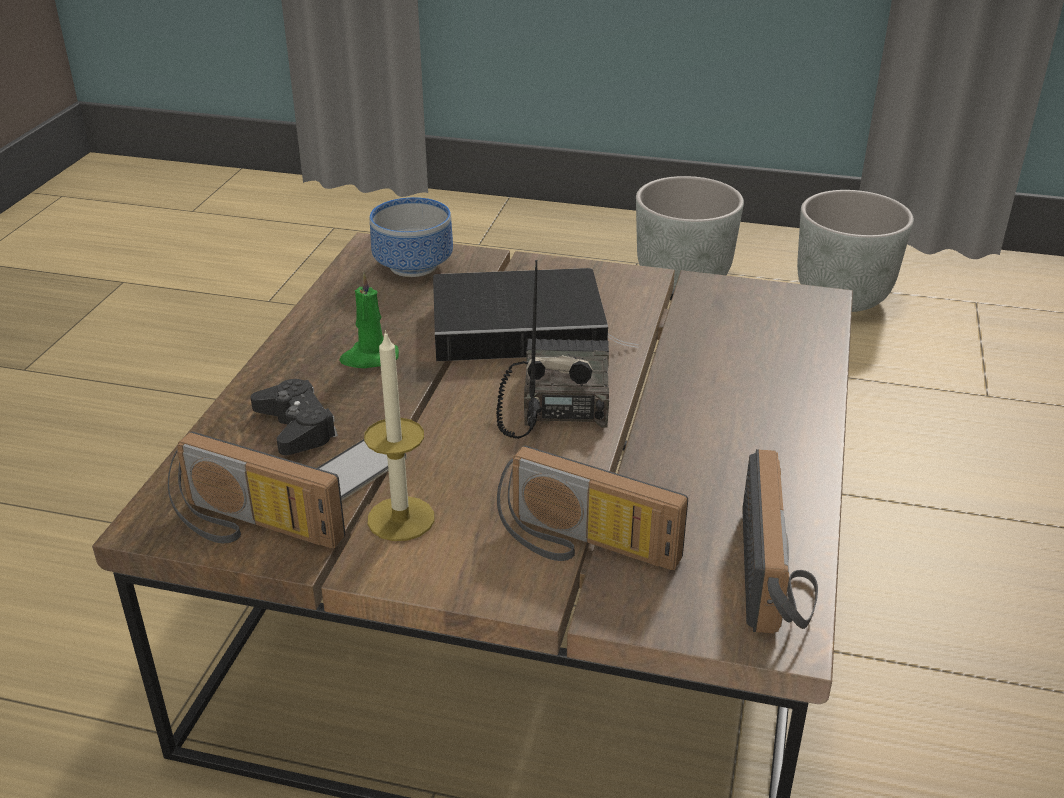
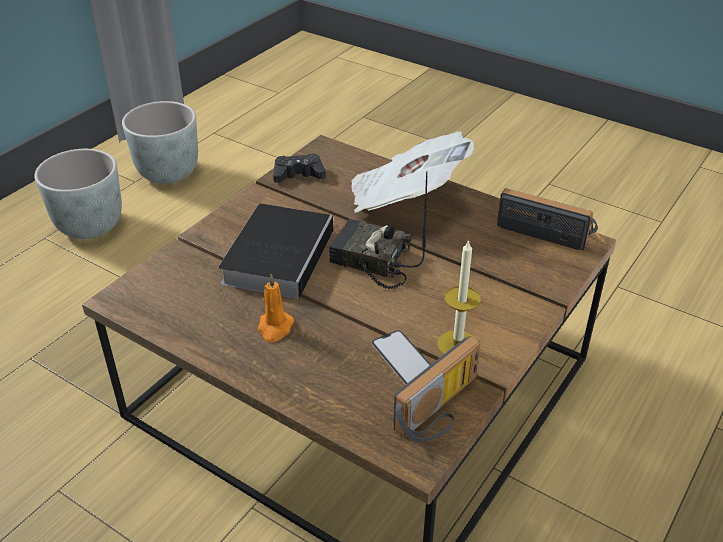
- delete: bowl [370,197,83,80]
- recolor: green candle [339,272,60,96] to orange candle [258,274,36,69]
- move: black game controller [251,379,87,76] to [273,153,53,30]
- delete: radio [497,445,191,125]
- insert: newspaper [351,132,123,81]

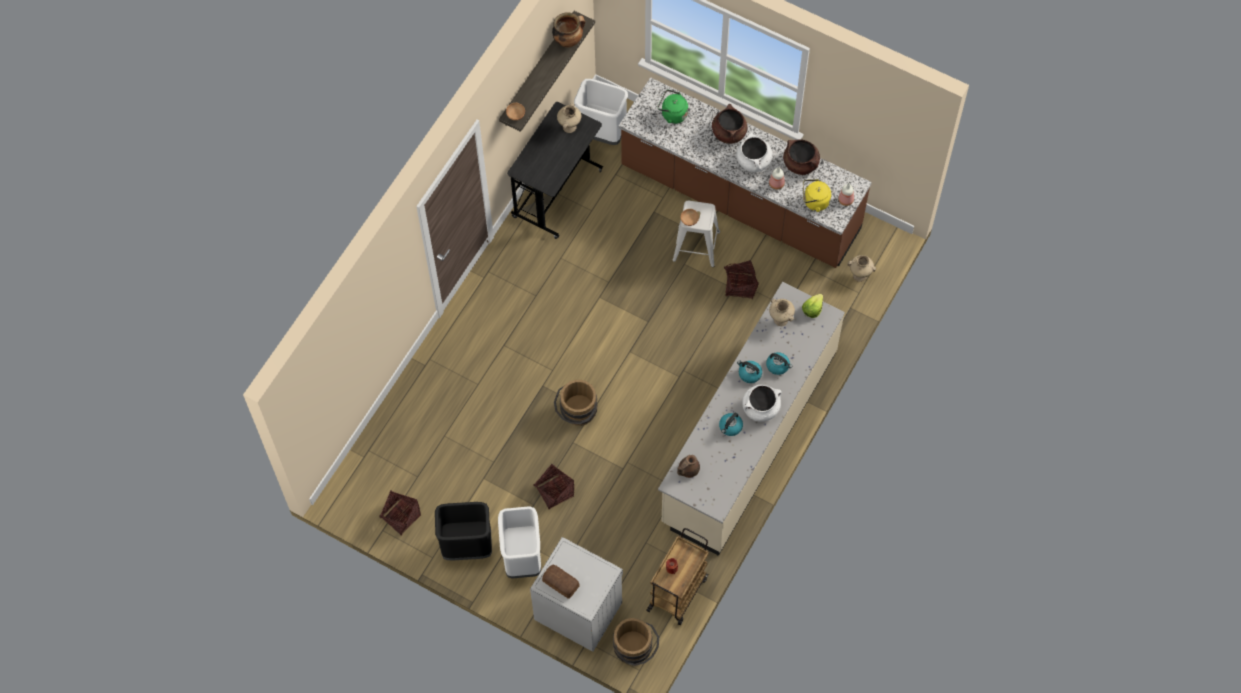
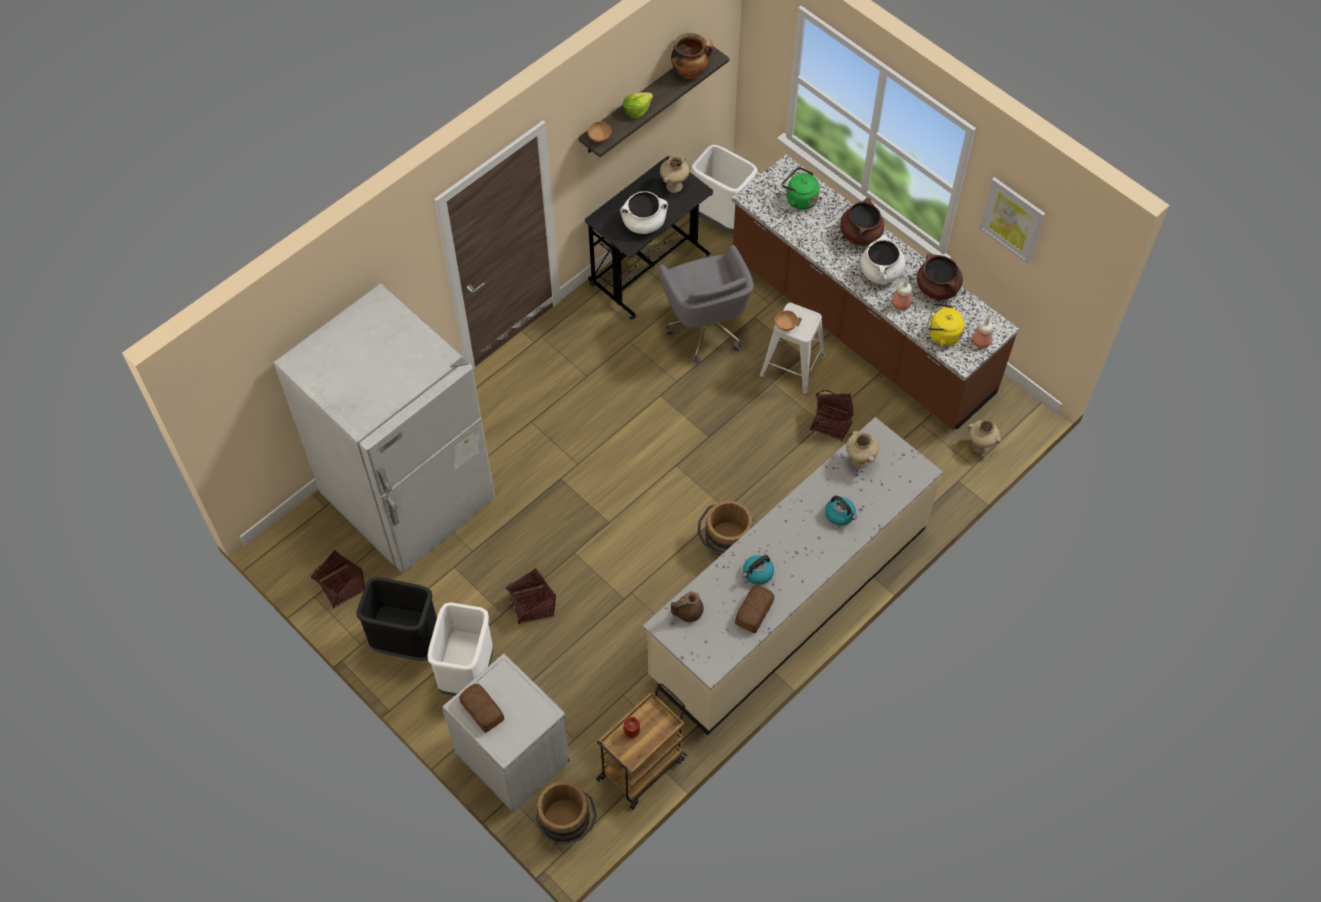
- move: lettuce [802,294,21,24] to [623,92,30,27]
- delete: kettle [737,360,25,23]
- move: brown bucket [554,380,43,46] to [697,501,56,56]
- move: white cooking pot [742,385,40,37] to [620,191,48,43]
- insert: picture [979,177,66,87]
- insert: grey office chair [659,245,95,118]
- insert: white fridge [273,283,222,290]
- insert: bread [735,585,39,48]

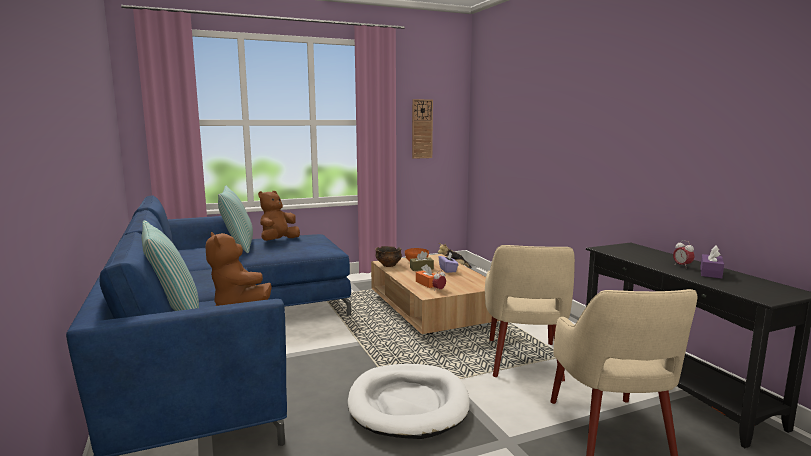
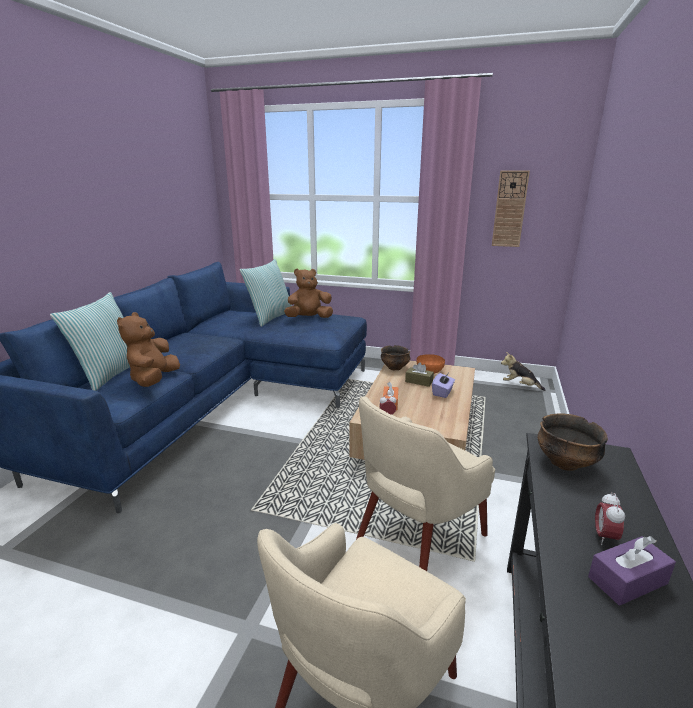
- delete: white dog bed [348,364,122,75]
- insert: bowl [537,413,71,58]

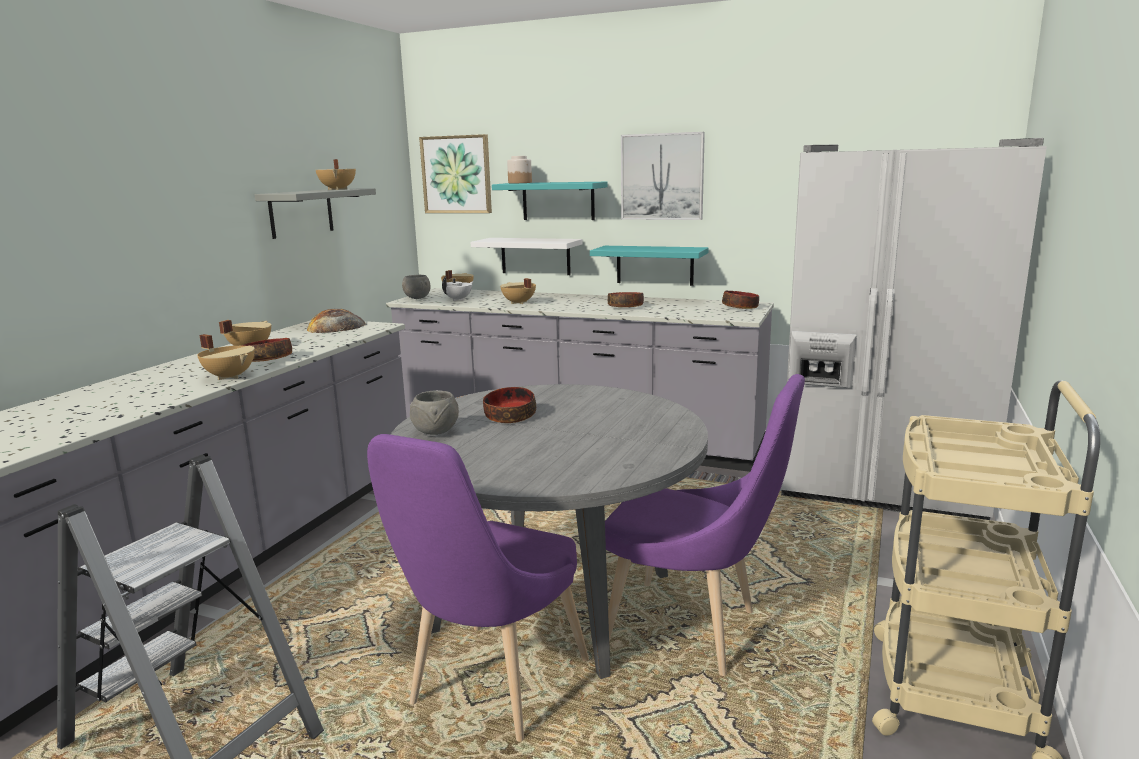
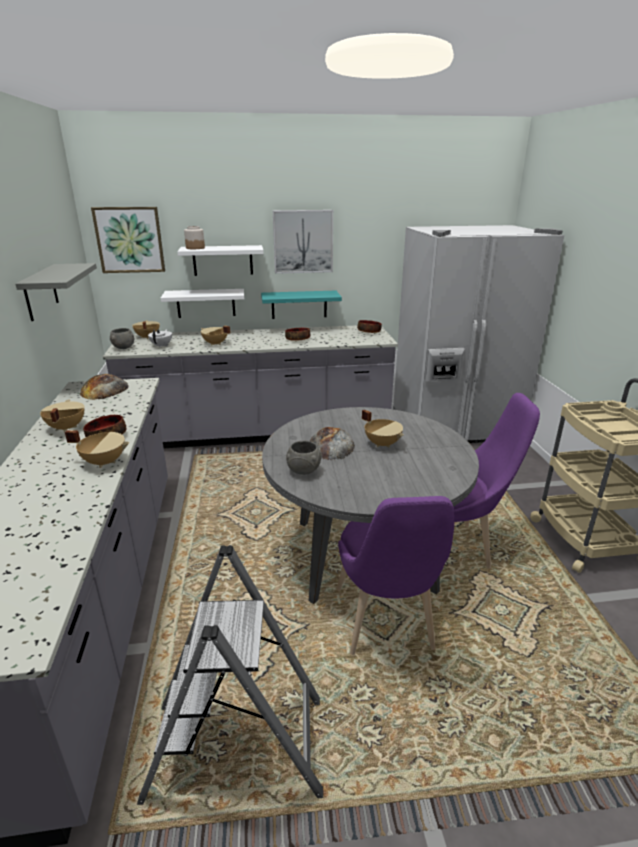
- move: beige cooking pot [316,159,40,31] to [362,410,42,37]
- recolor: turquoise shelf [492,182,116,38] to white shelf [177,245,87,31]
- replace: bowl [483,387,53,36] to bread [310,427,45,33]

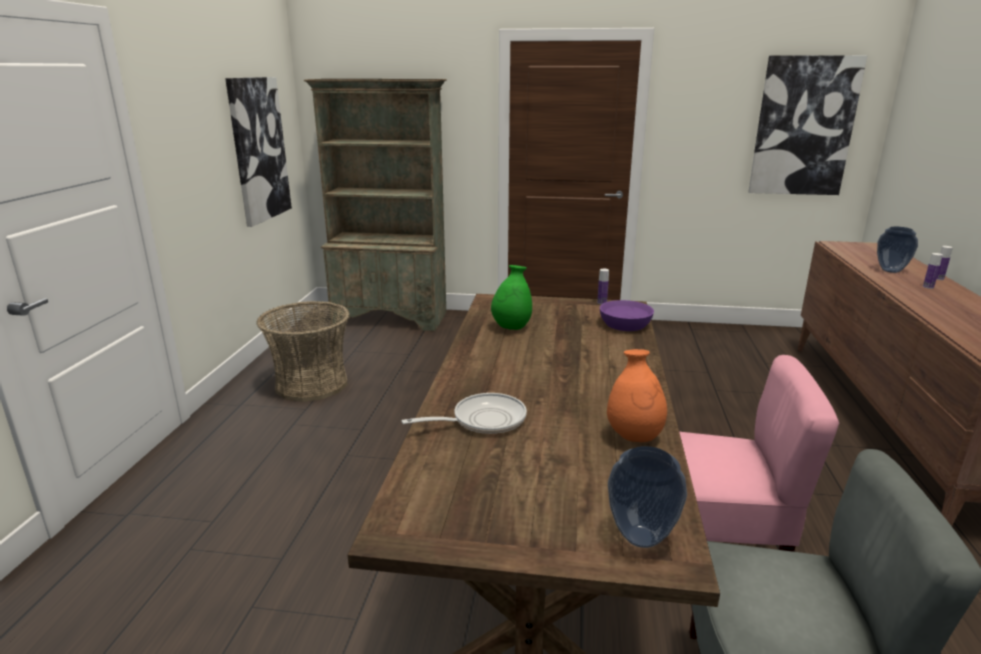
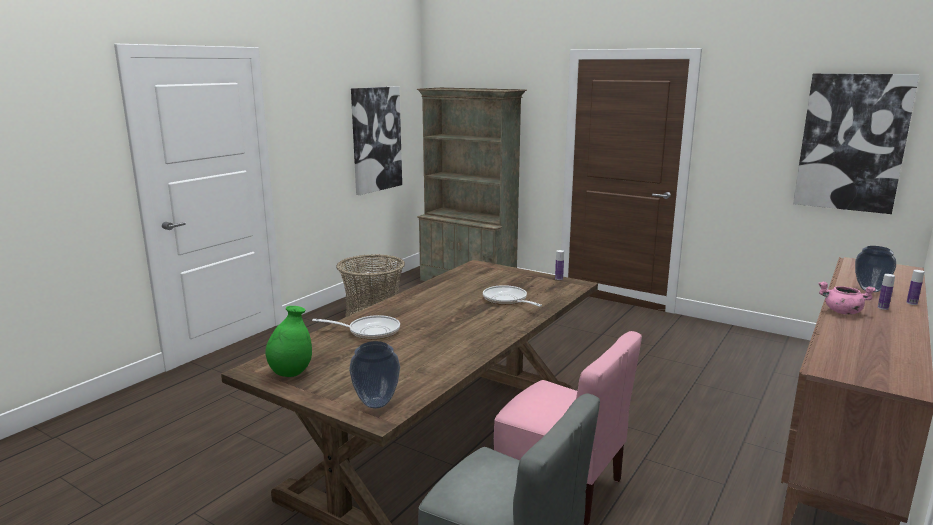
- move: green vase [491,265,41,65] to [265,306,47,71]
- delete: purple bowl [600,300,54,31]
- delete: orange vase [607,349,60,93]
- insert: pink cooking pot [818,282,58,33]
- insert: frying pan [483,285,59,22]

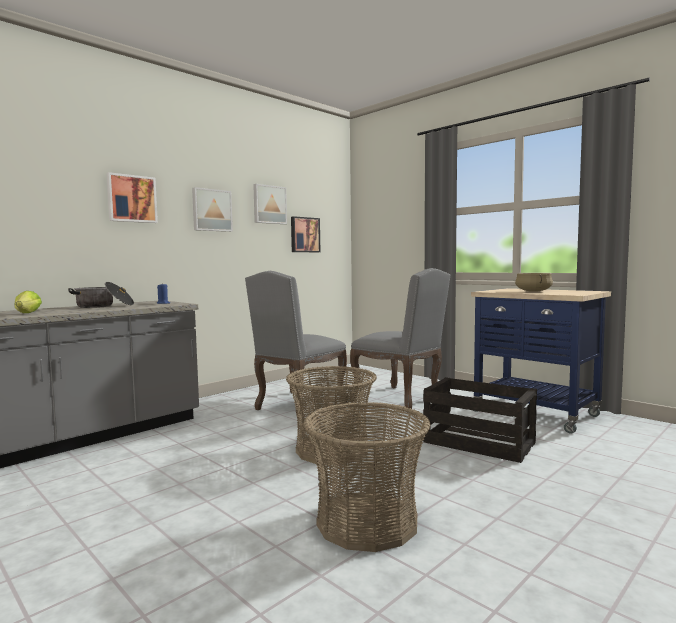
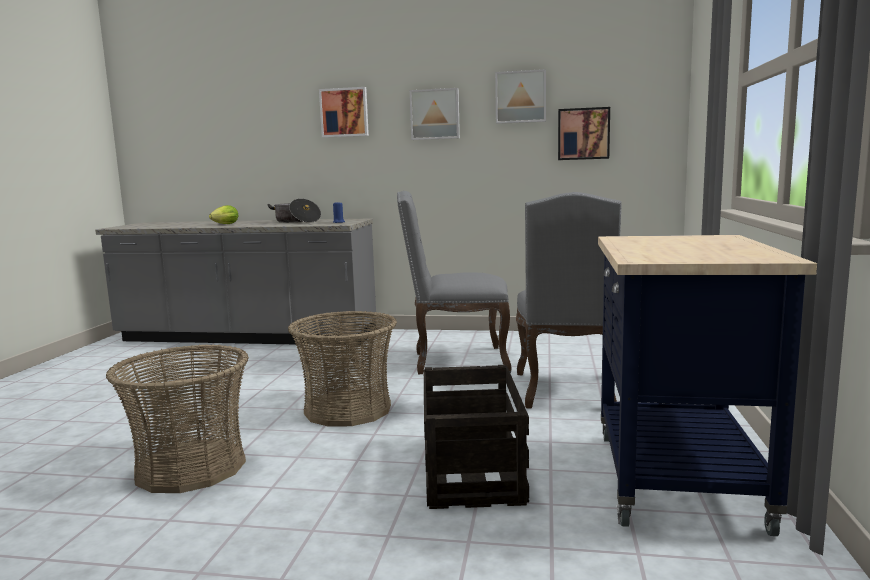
- delete: beige cooking pot [515,273,38,19]

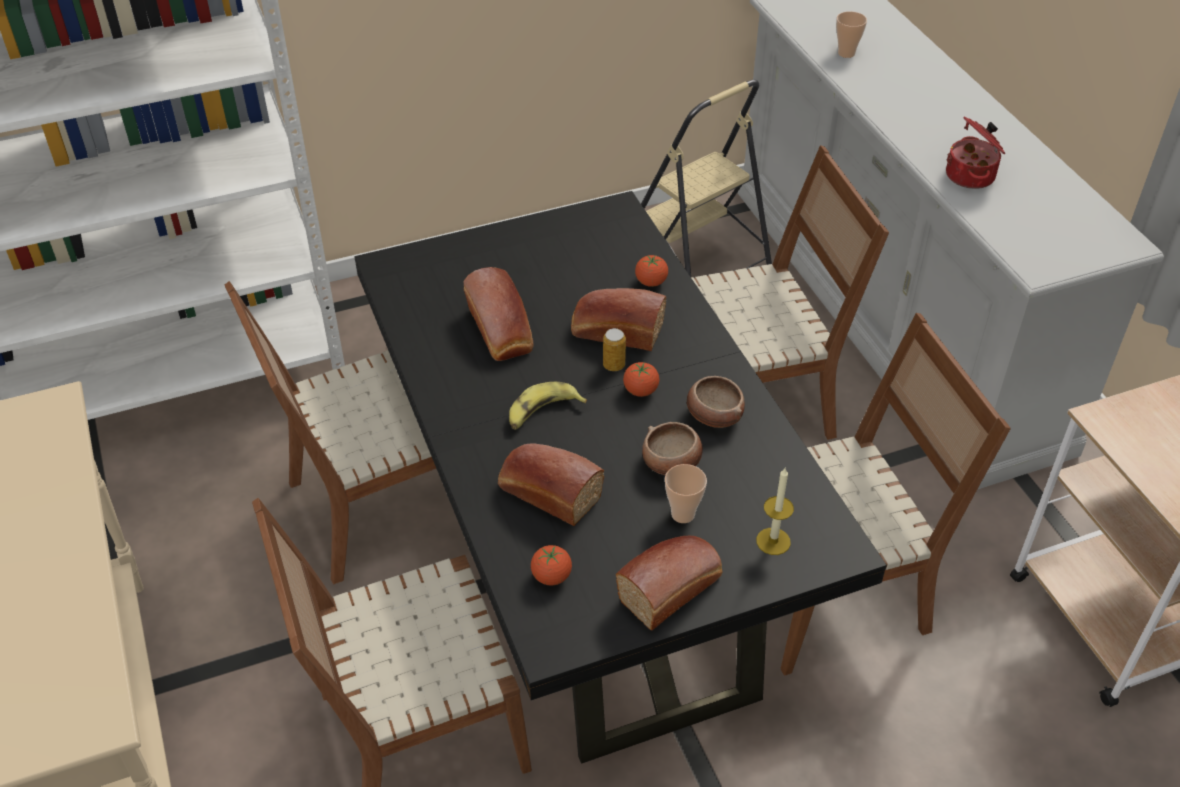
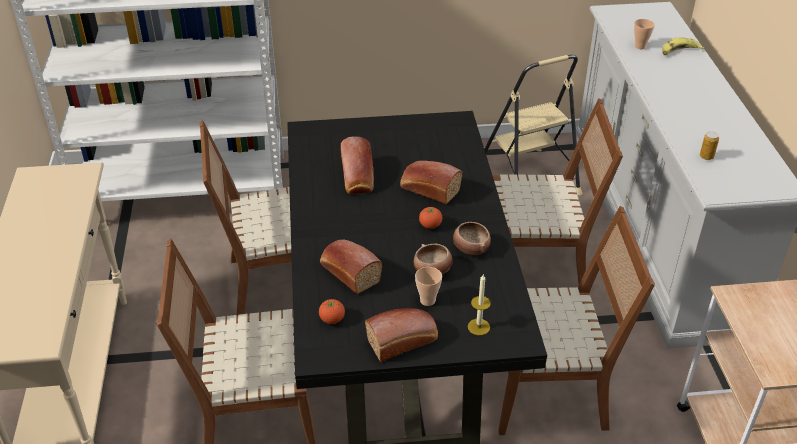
- delete: cooking pot [946,117,59,72]
- delete: tomato [635,255,33,32]
- move: can [603,328,23,43] to [700,132,19,28]
- move: banana [509,382,78,48] to [662,38,42,17]

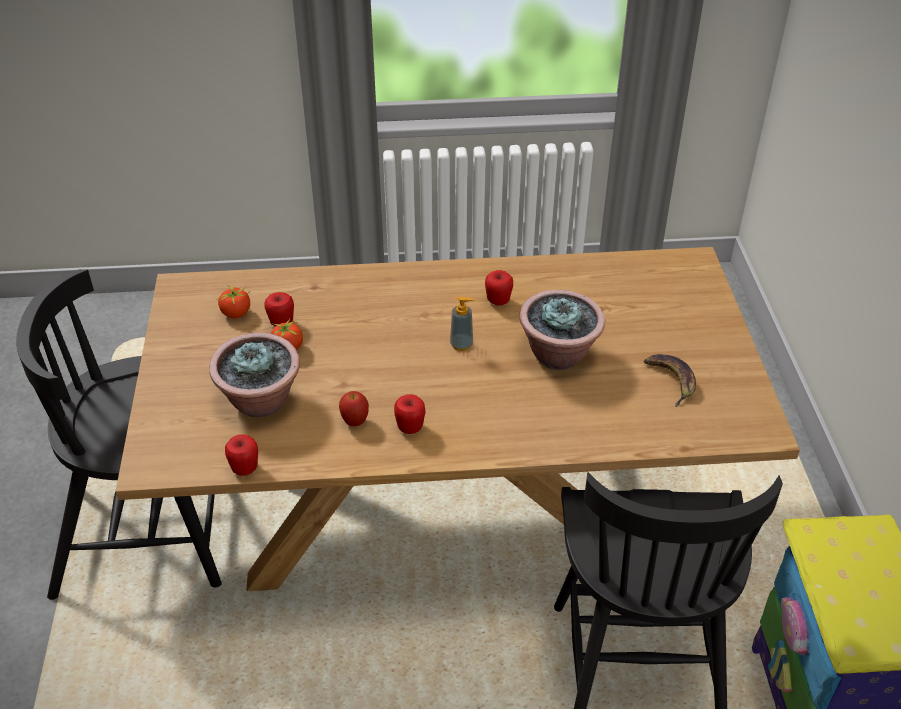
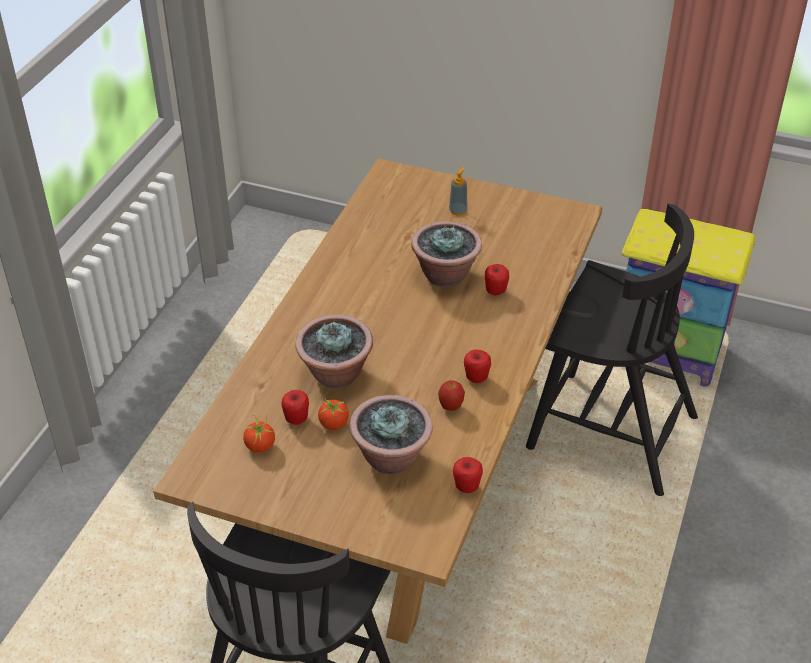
- move: apple [485,270,28,36] to [485,264,24,31]
- move: soap dispenser [450,296,24,55] to [449,167,19,49]
- delete: banana [644,354,52,53]
- insert: potted plant [295,314,78,74]

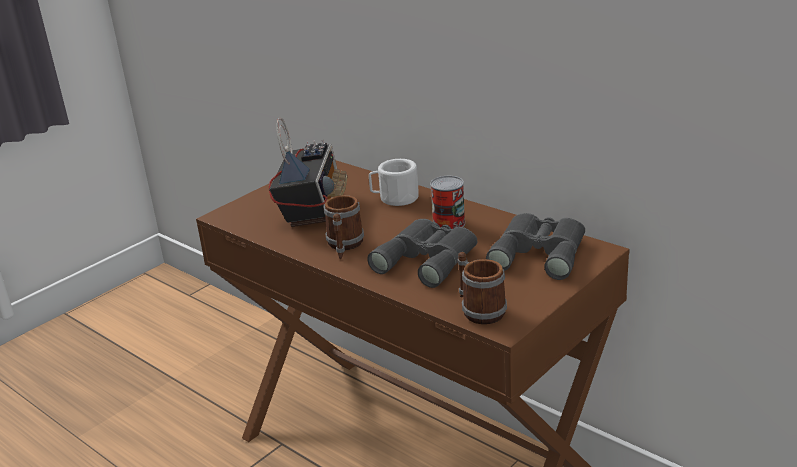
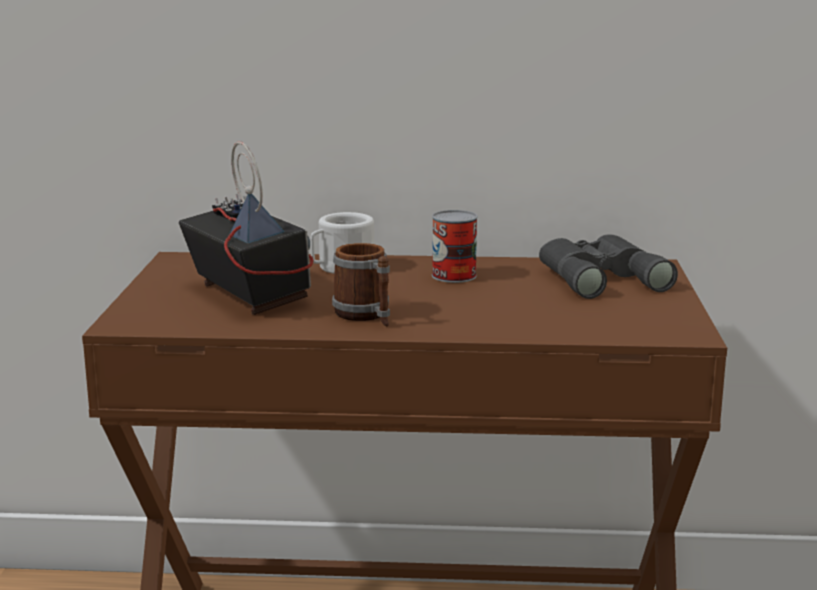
- delete: grey binoculars [367,219,110,69]
- delete: mug [457,252,50,72]

